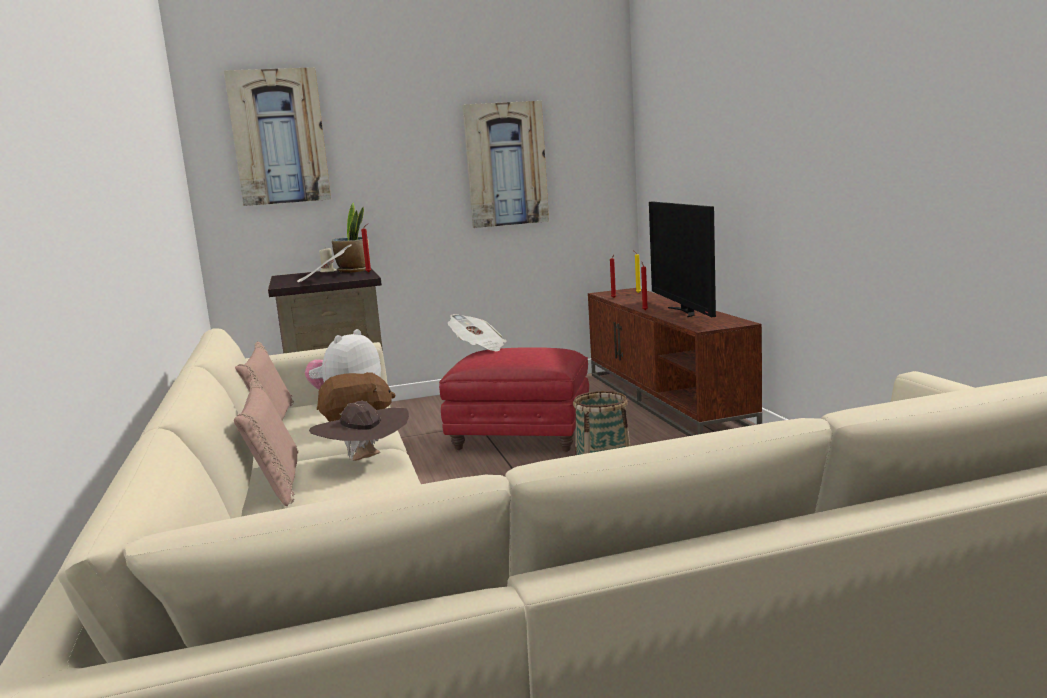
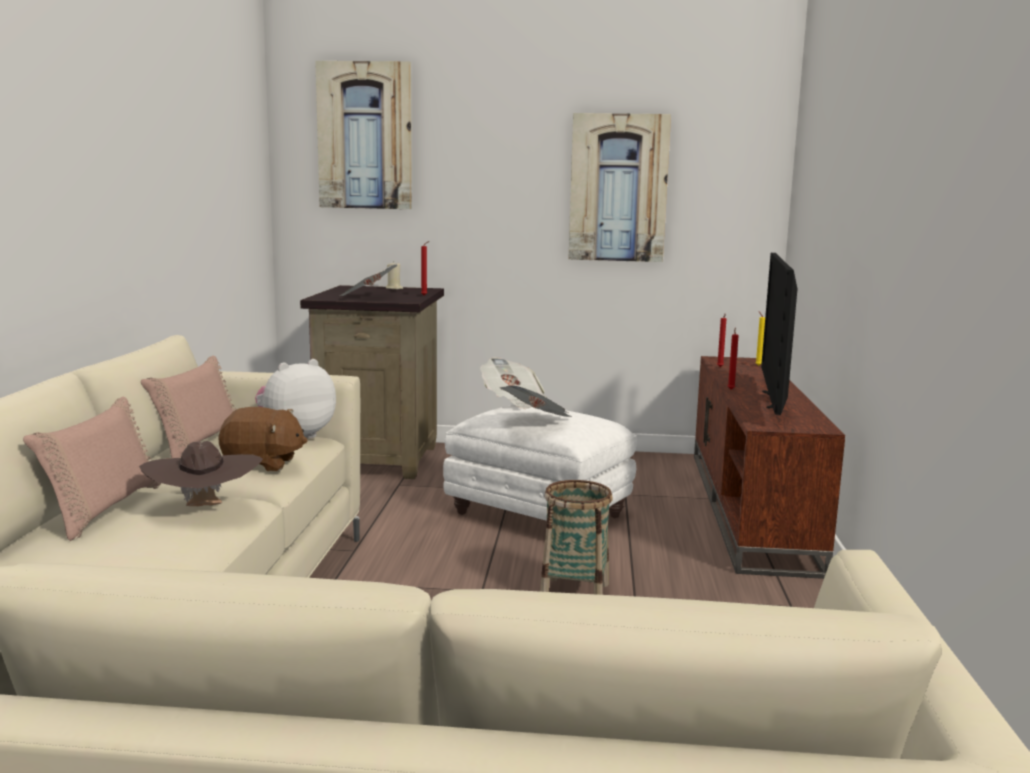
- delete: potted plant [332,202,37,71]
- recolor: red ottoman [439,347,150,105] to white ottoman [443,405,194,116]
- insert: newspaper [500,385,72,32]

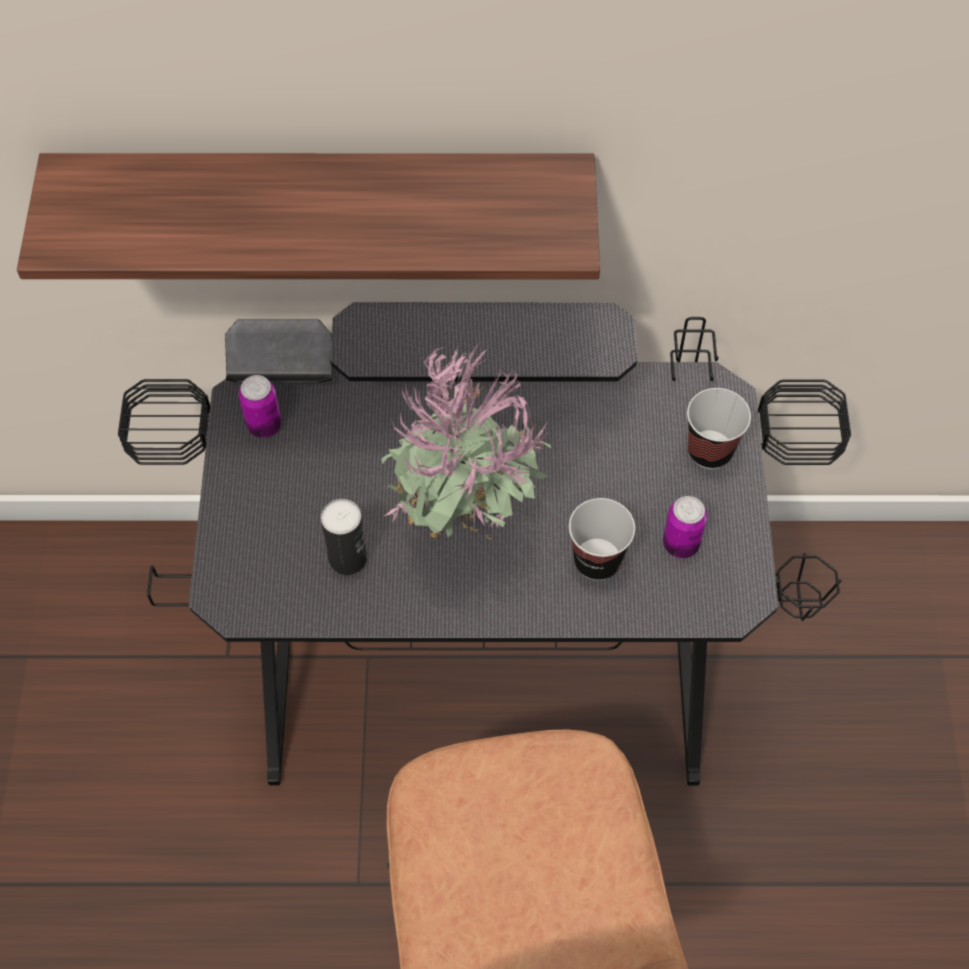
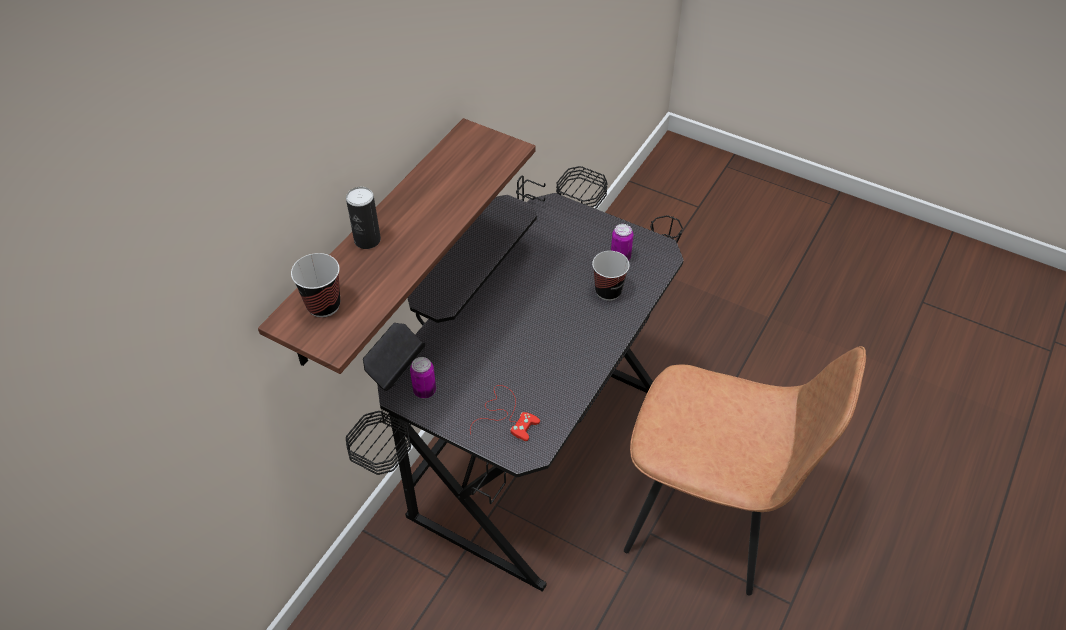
- delete: potted plant [381,342,170,198]
- move: cup [687,388,64,81] to [291,253,49,64]
- move: can [321,499,46,76] to [346,187,35,62]
- insert: red game controller [470,385,70,56]

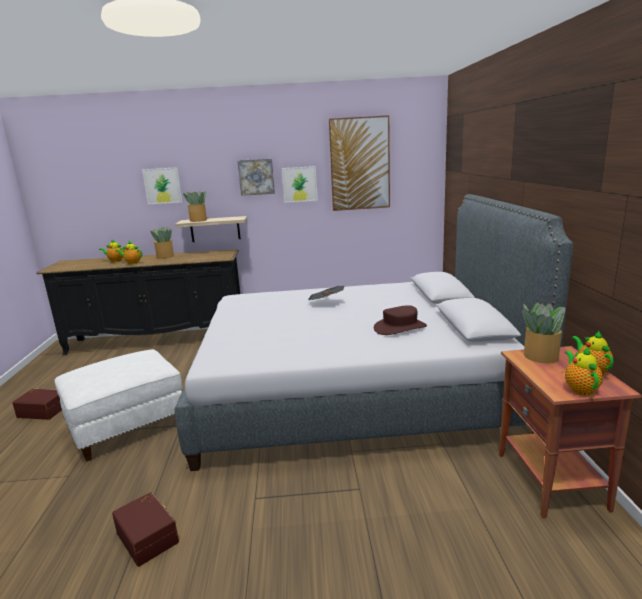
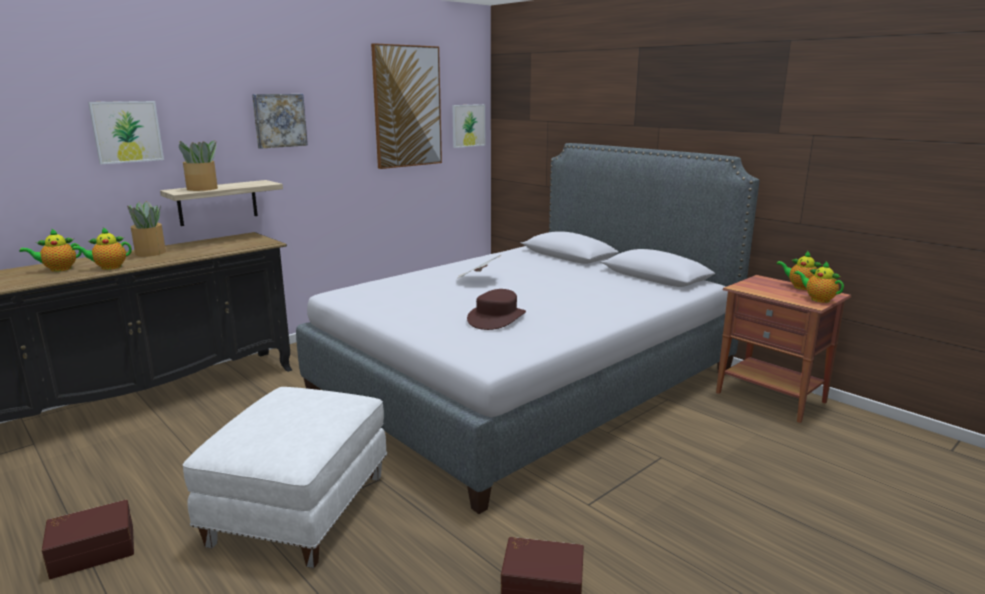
- move: picture [282,166,36,37] to [452,104,33,44]
- delete: potted plant [522,302,43,61]
- move: brown hat [374,305,53,30] to [467,289,59,41]

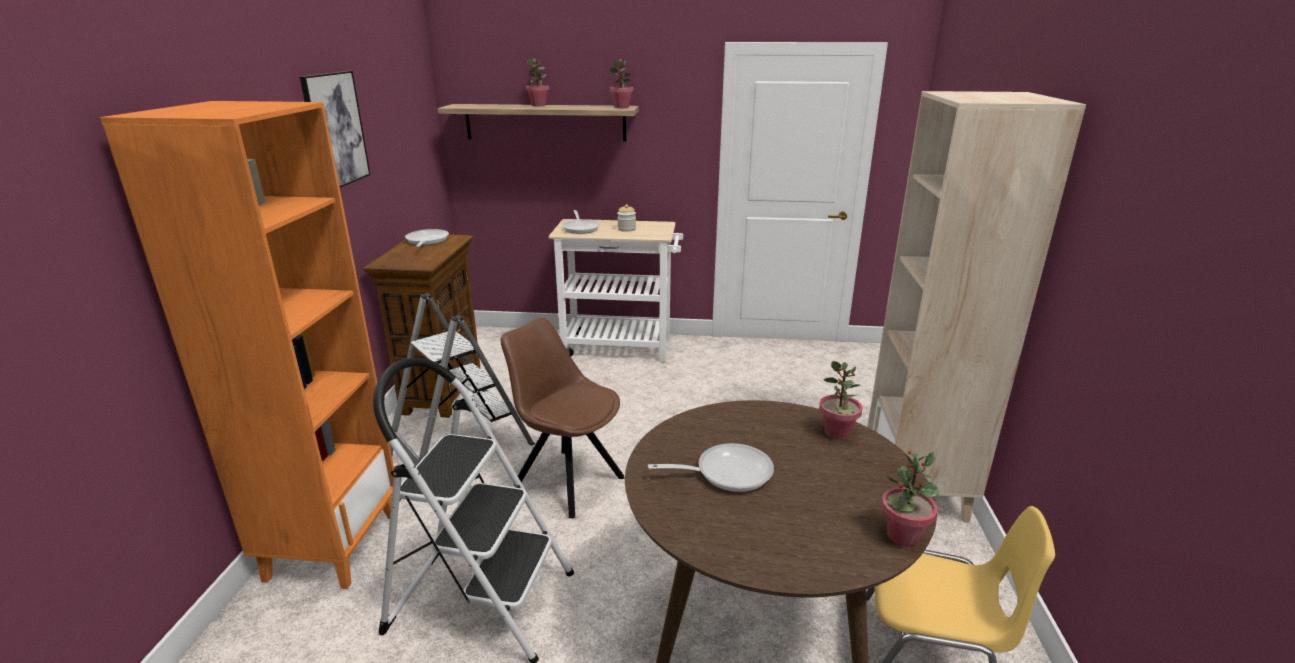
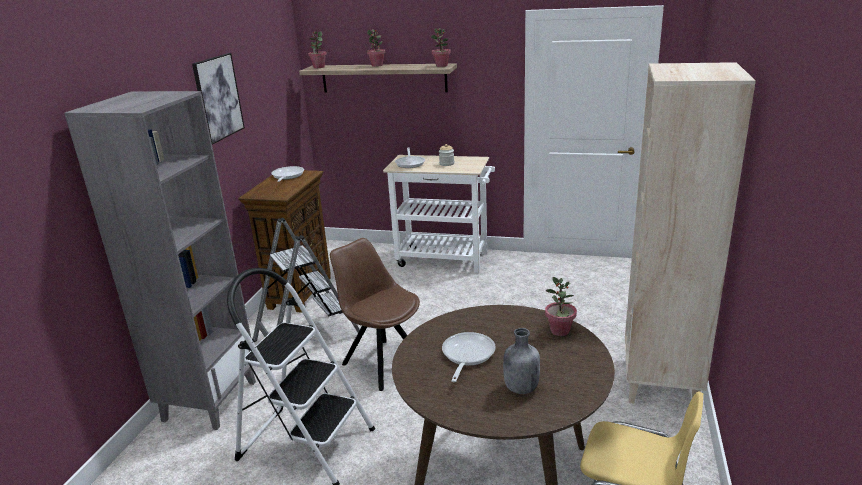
- recolor: orange bookcase [100,101,294,488] to grey bookcase [64,91,192,339]
- rotate: frying pan [648,443,126,49] = [442,332,54,50] 75 degrees counterclockwise
- move: potted plant [881,451,58,96] to [308,31,19,37]
- insert: grey bottle [503,328,37,66]

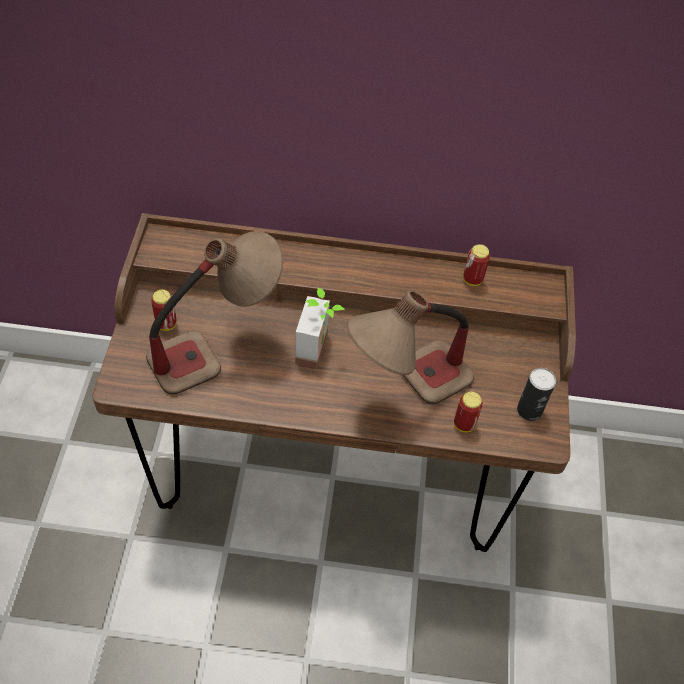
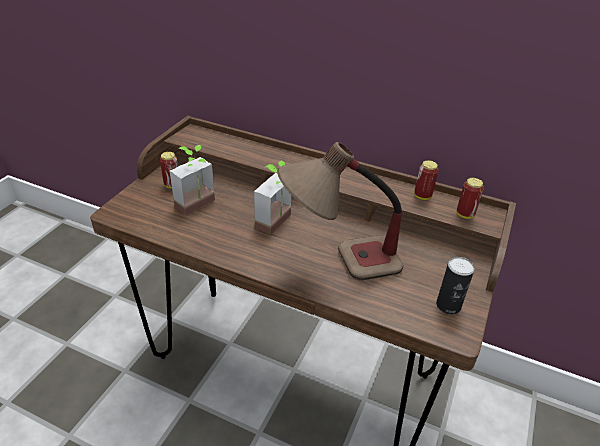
- replace: table lamp [146,231,137,164] to potted plant [169,145,46,70]
- move: can [454,392,29,40] to [457,178,27,41]

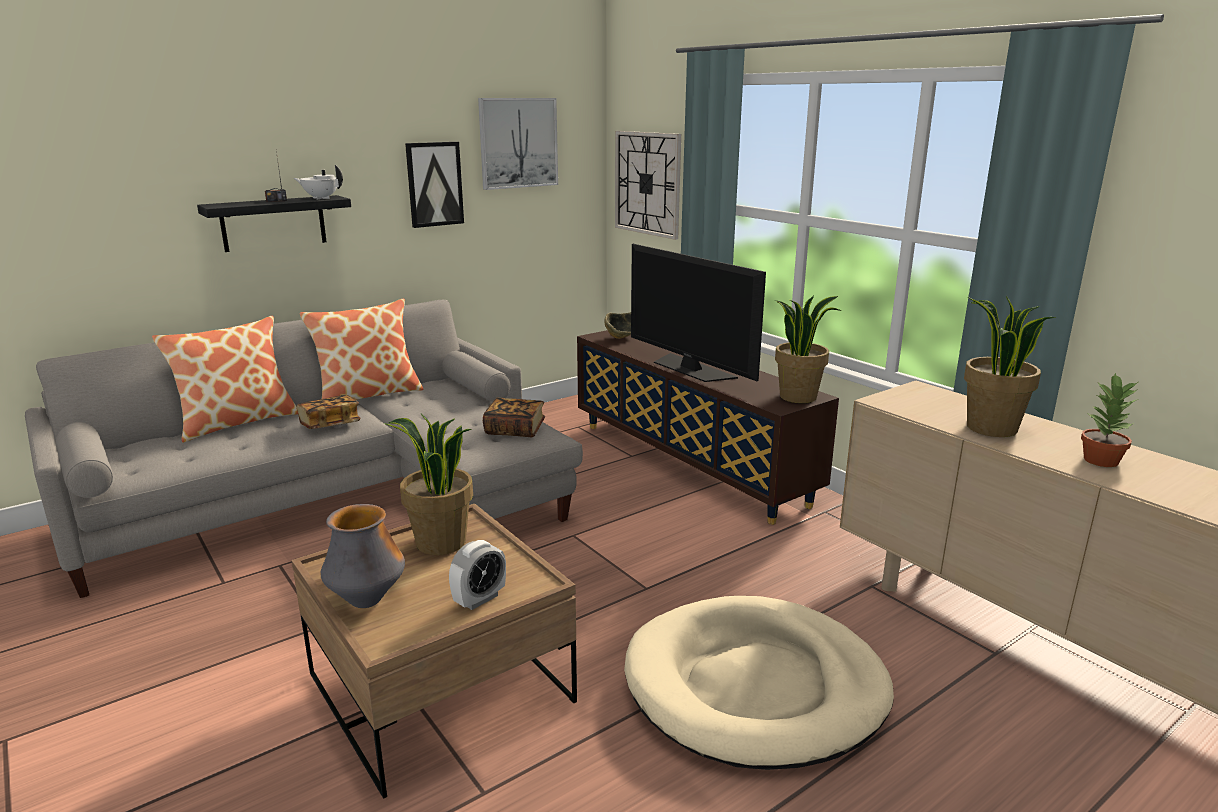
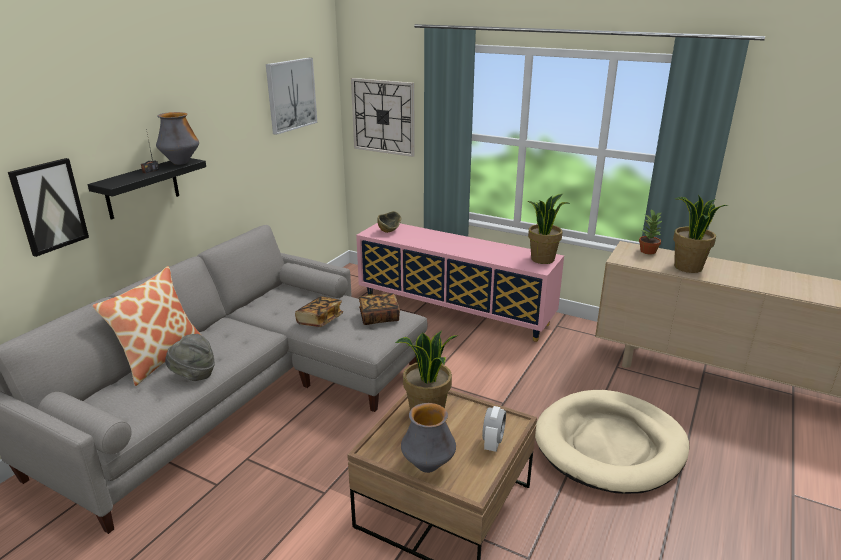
- move: picture [405,142,59,86] to [8,158,81,99]
- replace: white teapot [294,165,49,35] to vase [156,112,43,53]
- delete: television [631,244,135,138]
- delete: pillow [300,298,124,102]
- recolor: brown tv stand [577,330,262,195] to pink tv stand [356,223,208,119]
- move: potted plant [1081,373,57,94] to [639,209,23,45]
- move: book [297,395,64,34] to [295,297,48,30]
- insert: grey hat [165,334,50,47]

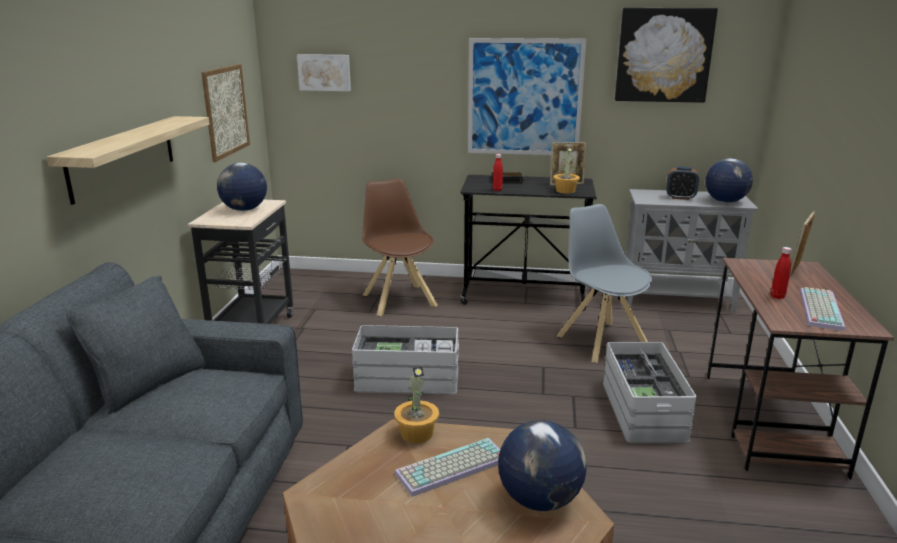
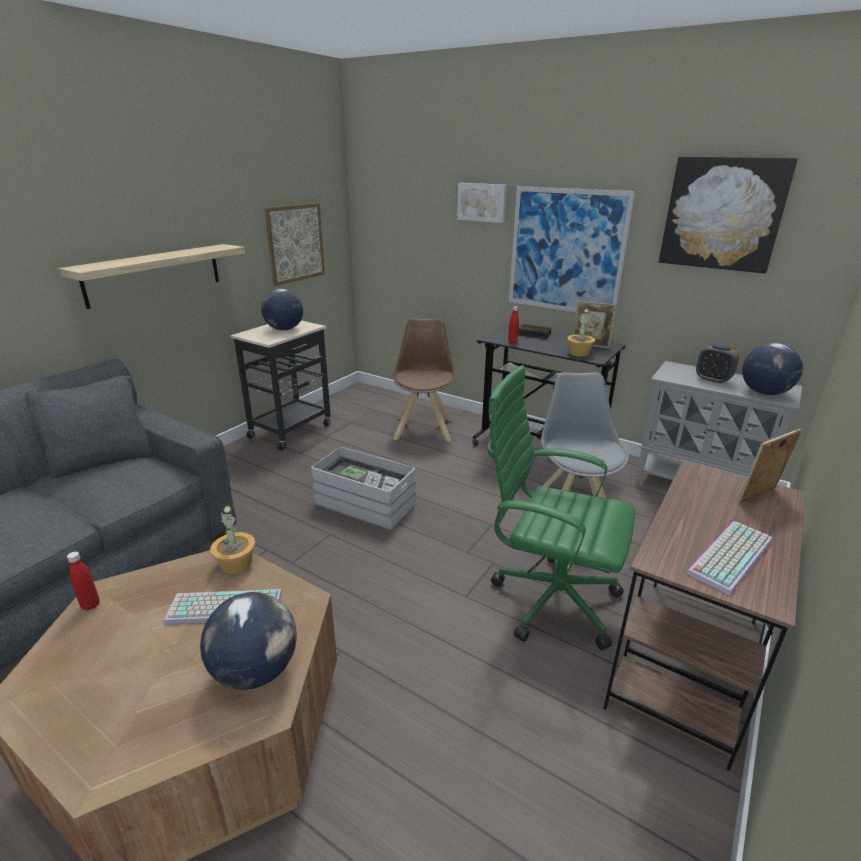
- move: picture [297,54,54,37] to [457,183,50,40]
- move: red bottle [771,247,21,52] to [67,551,32,60]
- replace: grey storage box [603,342,93,101] to green office chair [487,365,148,285]

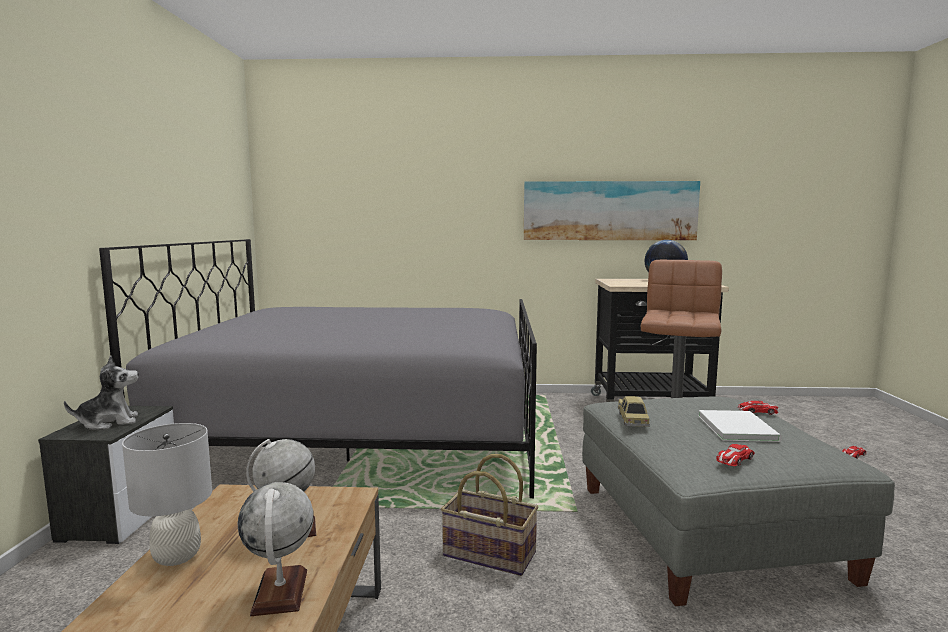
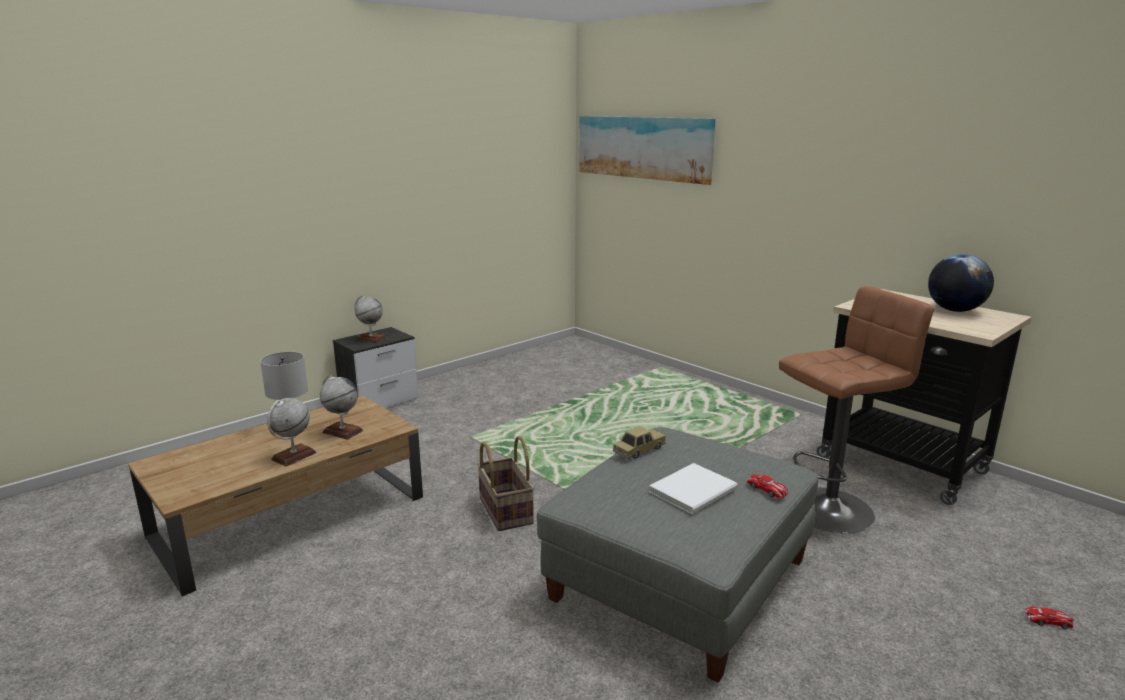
- move: picture [524,181,176,59] to [579,116,137,69]
- delete: grey bed [99,239,438,259]
- replace: plush toy [64,356,75,74] to globe [354,296,33,47]
- delete: toy car [716,444,39,22]

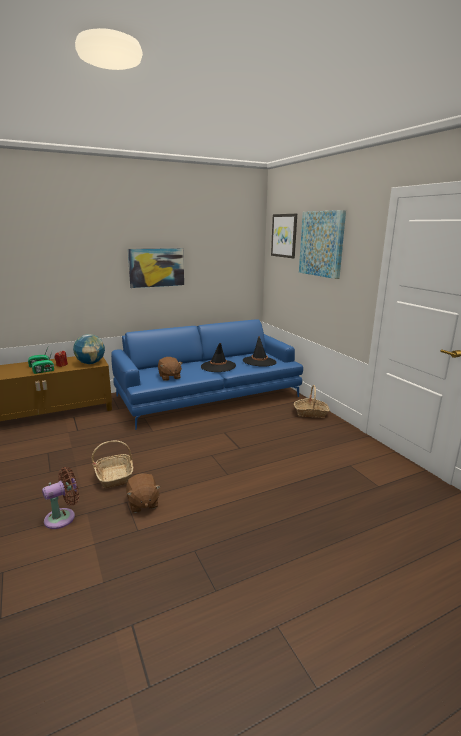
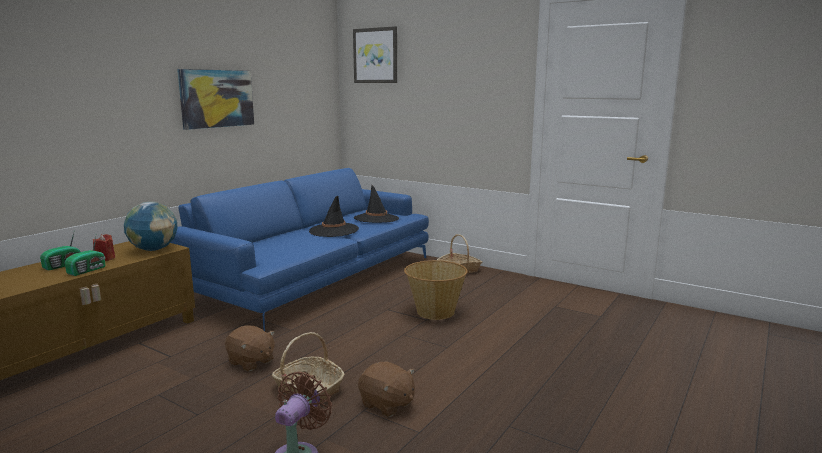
- delete: picture [299,210,47,69]
- move: brown plush toy [158,357,24,24] to [225,326,50,45]
- insert: basket [404,260,63,60]

